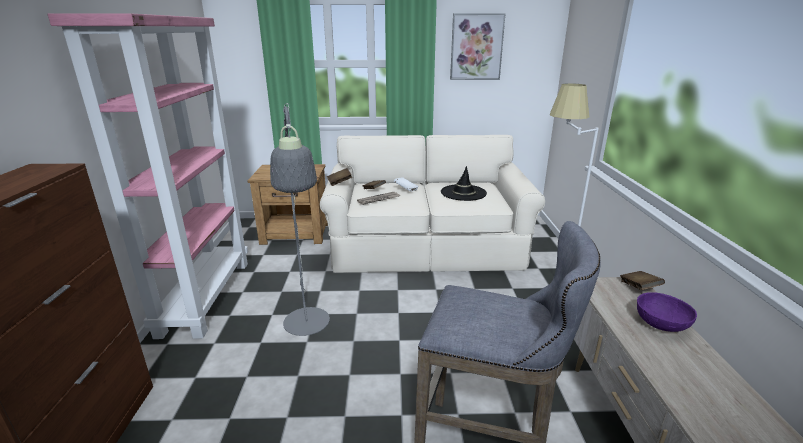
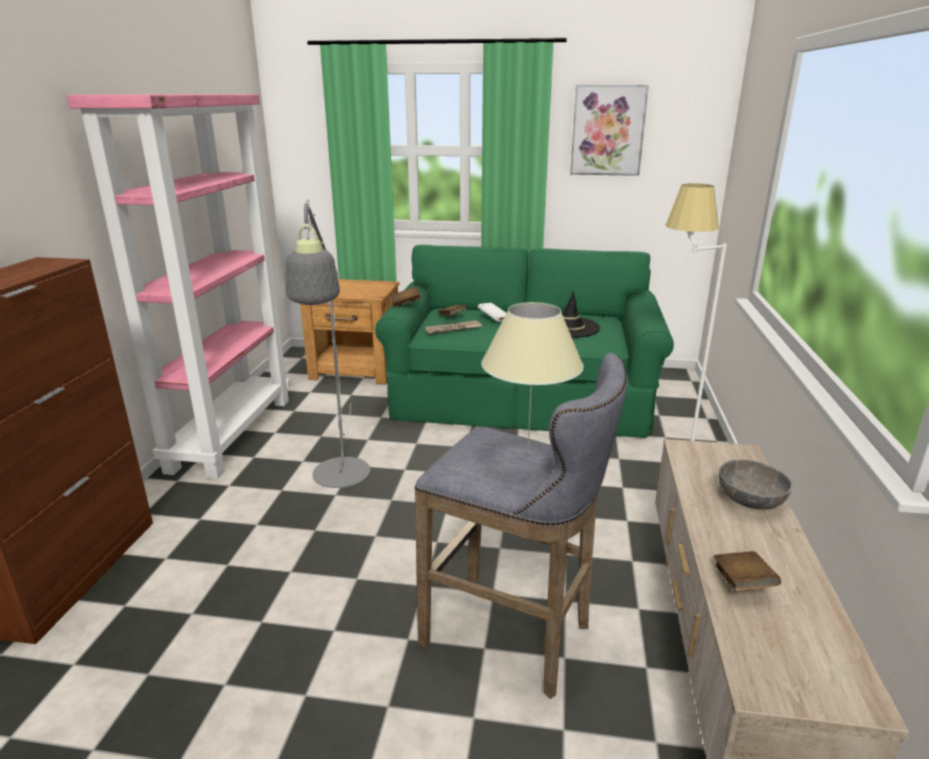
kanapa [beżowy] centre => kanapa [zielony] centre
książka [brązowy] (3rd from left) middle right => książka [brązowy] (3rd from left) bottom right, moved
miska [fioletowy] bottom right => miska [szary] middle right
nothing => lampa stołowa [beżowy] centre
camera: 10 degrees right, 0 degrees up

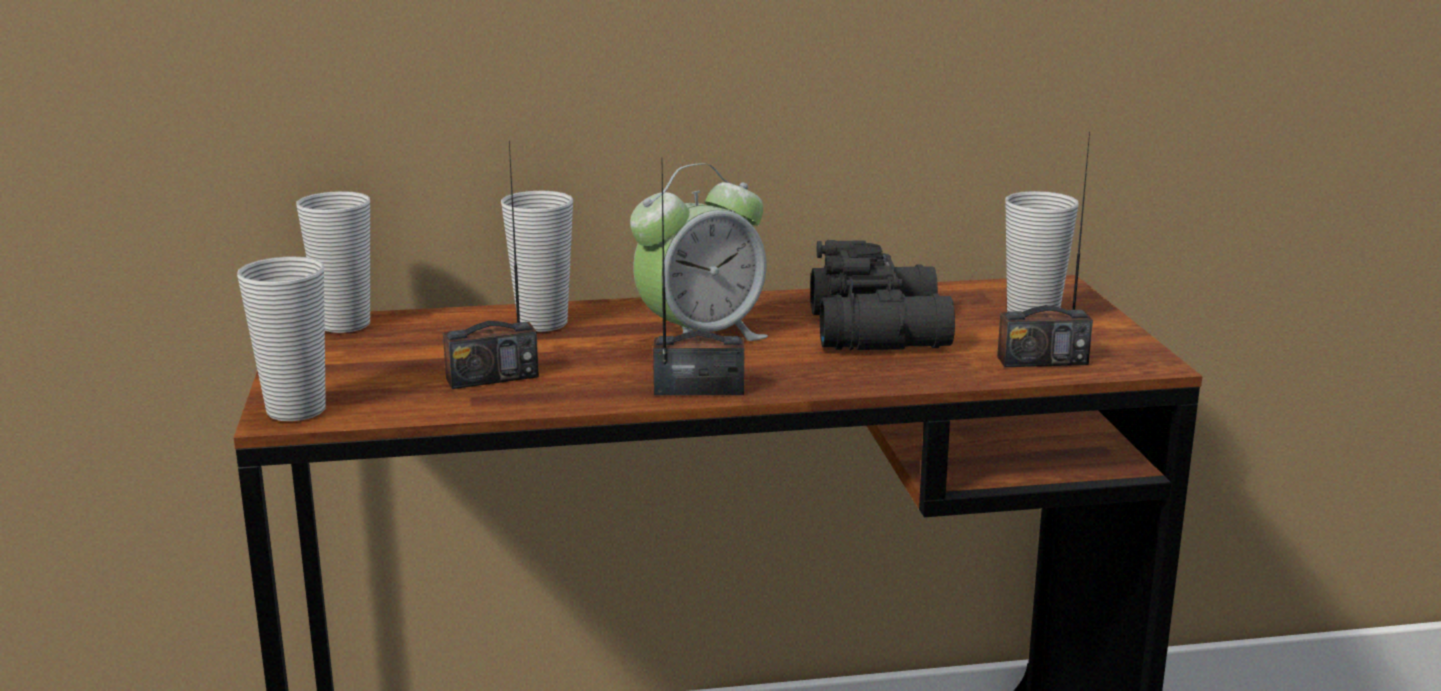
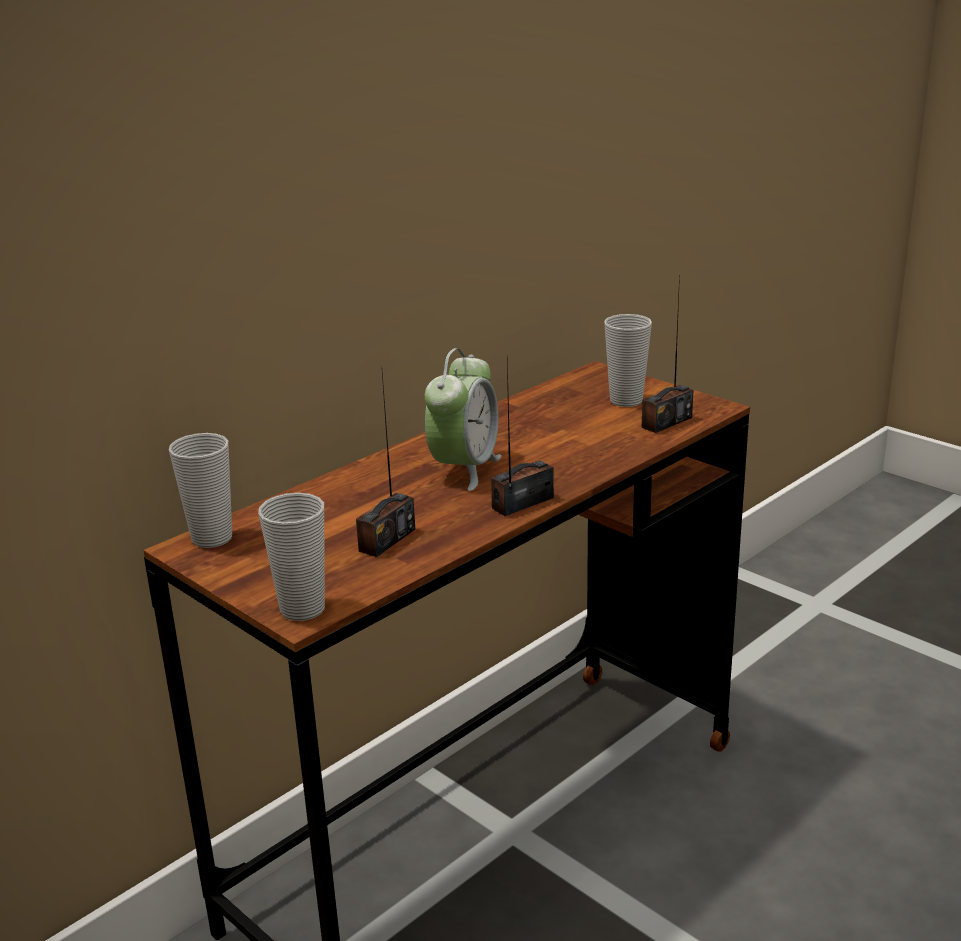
filiżanka (3rd from left) centre => nothing
lornetka [czarny] centre => nothing
camera: 35 degrees left, 5 degrees up

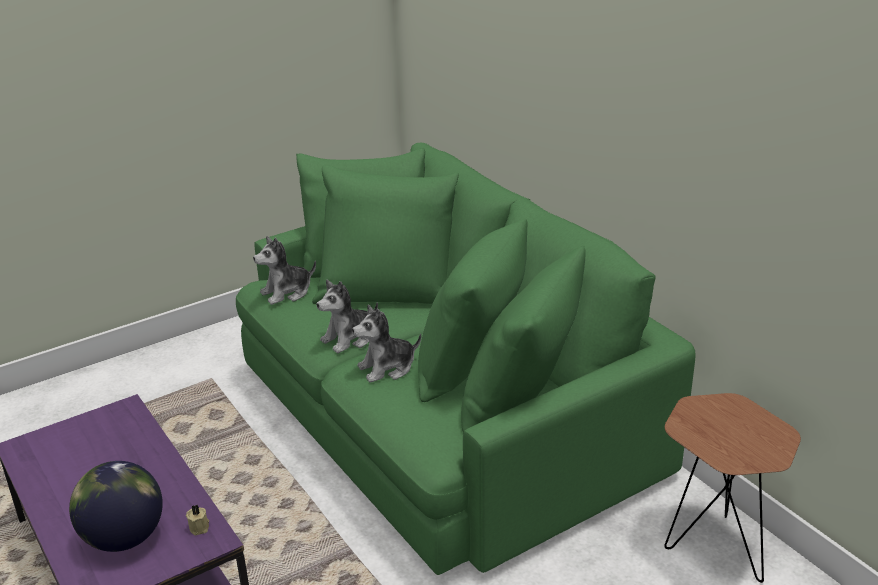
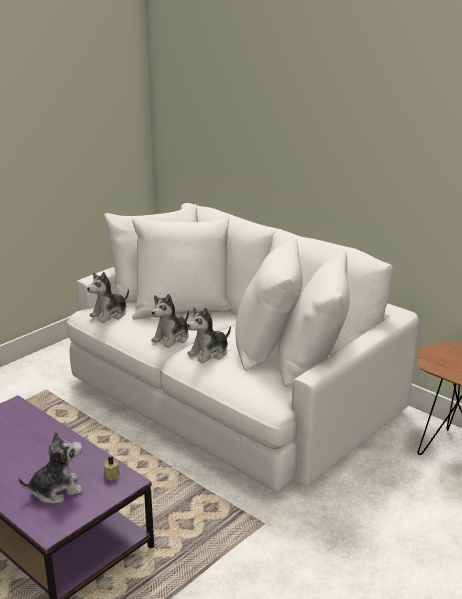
kanapa [zielony] centre => kanapa [biały] centre
globus bottom left => pluszak (1st from left) bottom left
camera: 15 degrees left, 5 degrees down

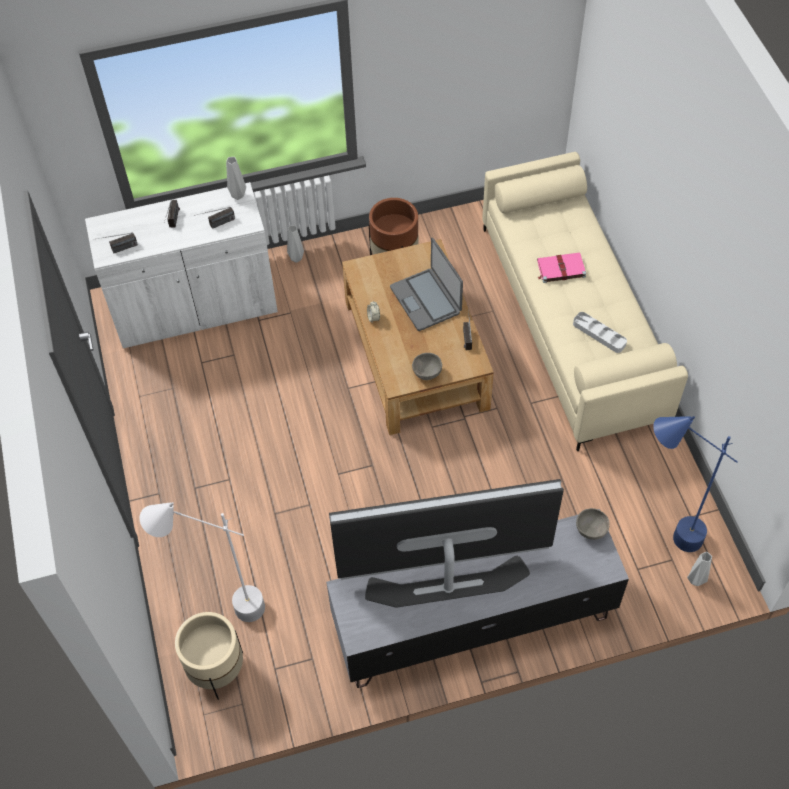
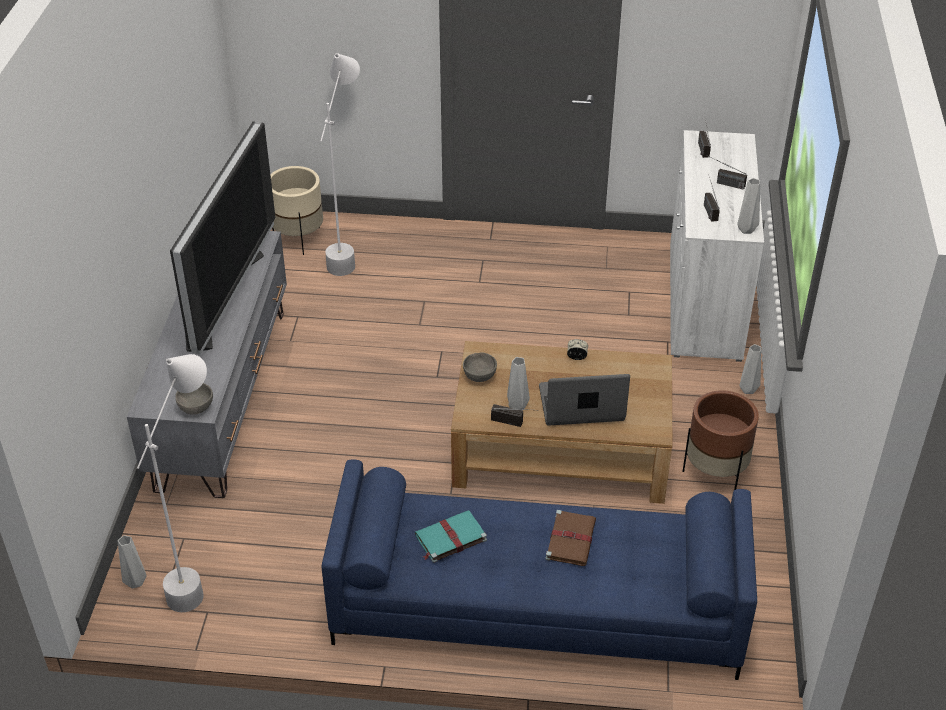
kanapa [beżowy] middle right => kanapa [niebieski] bottom centre
książka [różowy] middle right => książka [brązowy] bottom centre
taca [szary] middle right => książka [turkusowy] bottom centre
lampa stojąca [niebieski] middle right => lampa stojąca [biały] (1st from left) bottom left
nothing => wazon [szary] (2nd from left) centre
camera: 110 degrees right, 15 degrees down

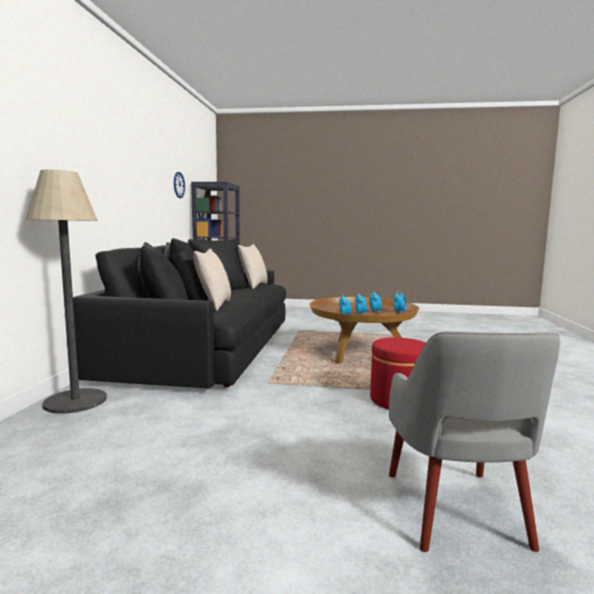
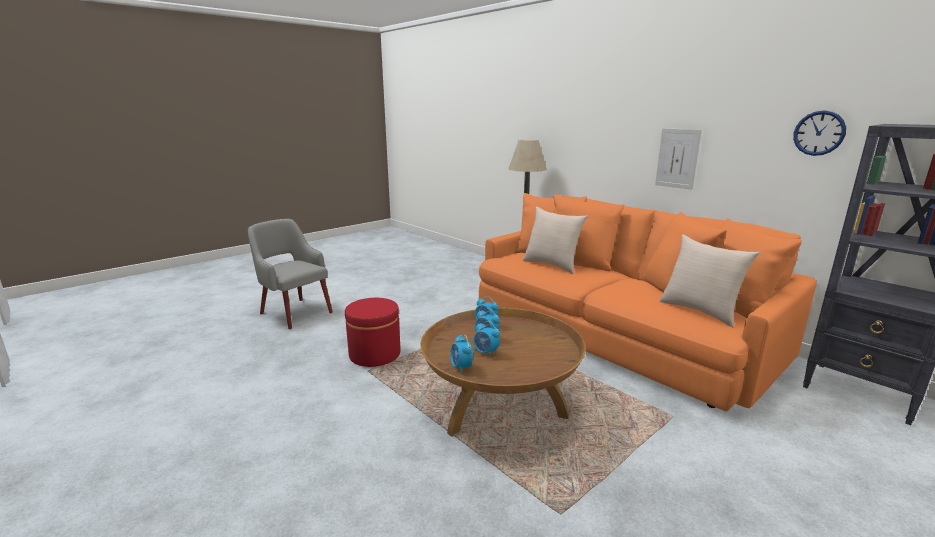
kanapa [czarny] middle left => kanapa [pomarańczowy] middle right
nothing => obraz top right
camera: 130 degrees right, 10 degrees up

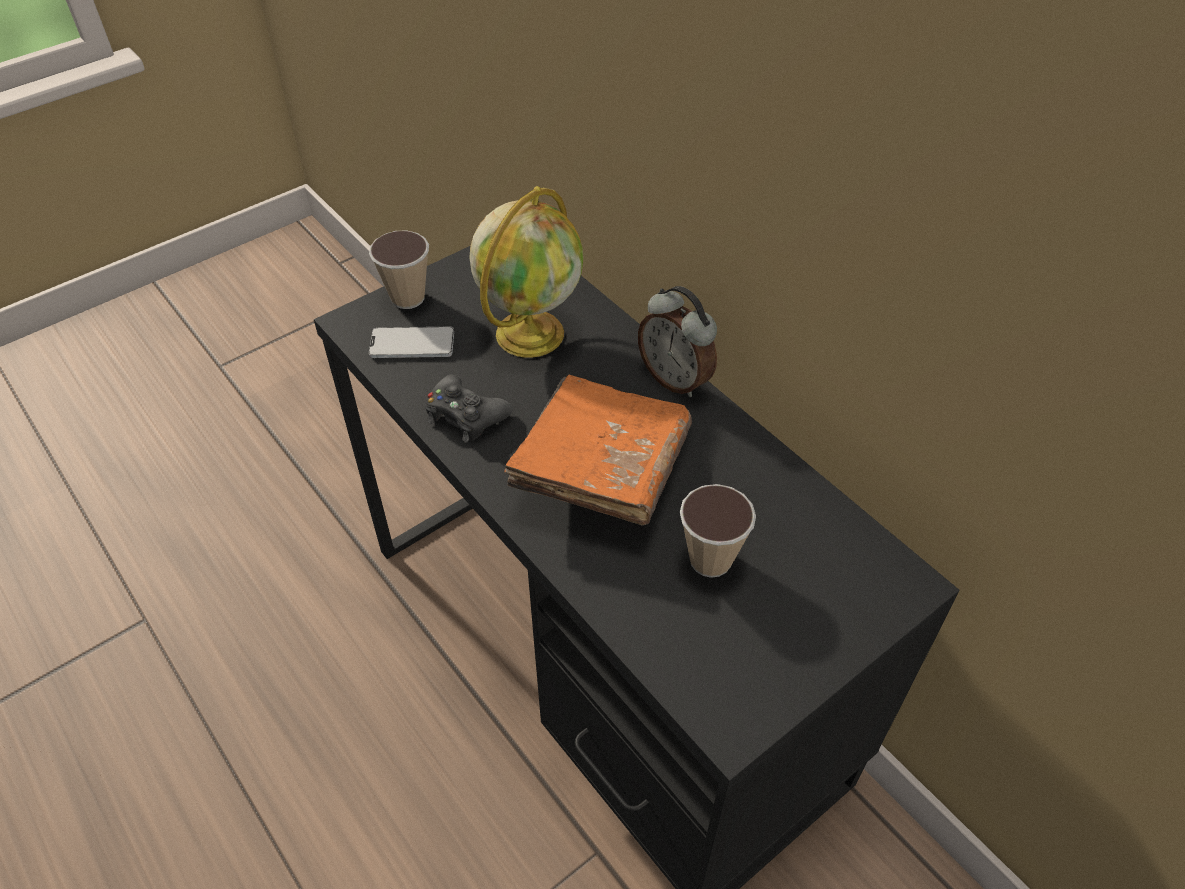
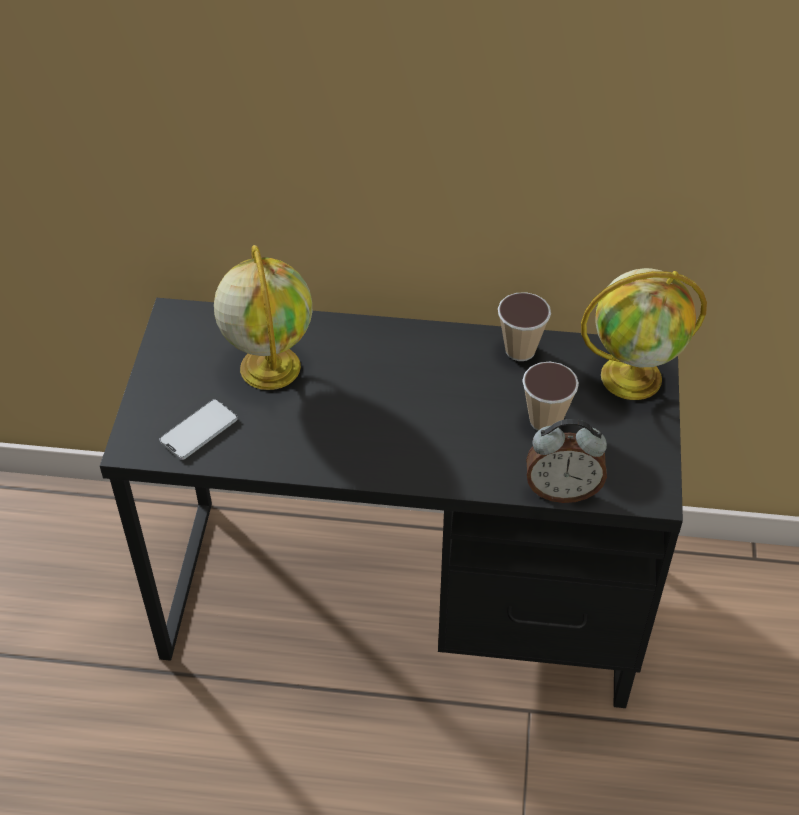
filiżanka (1st from left) top centre => filiżanka (1st from left) centre, moved
budzik centre => budzik middle right, moved
pad do gier [czarny] centre => nothing
książka [pomarańczowy] centre => nothing
nothing => globus (2nd from left) middle right
camera: 45 degrees left, 0 degrees up

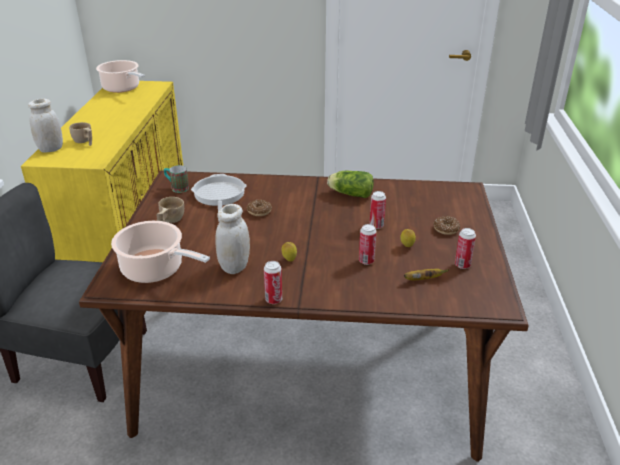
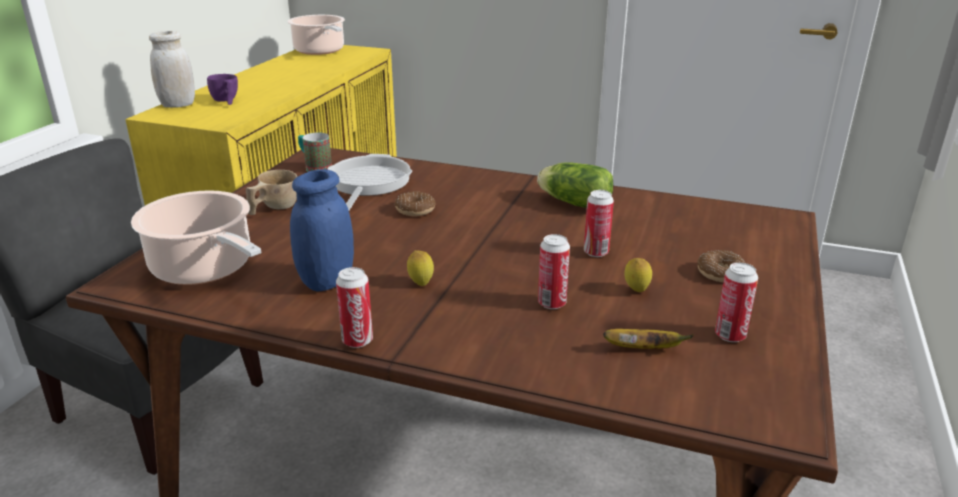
filiżanka [beżowy] (1st from left) top left => filiżanka [fioletowy] top left
słoik [biały] (2nd from left) centre => słoik [niebieski] centre
camera: 15 degrees right, 5 degrees down

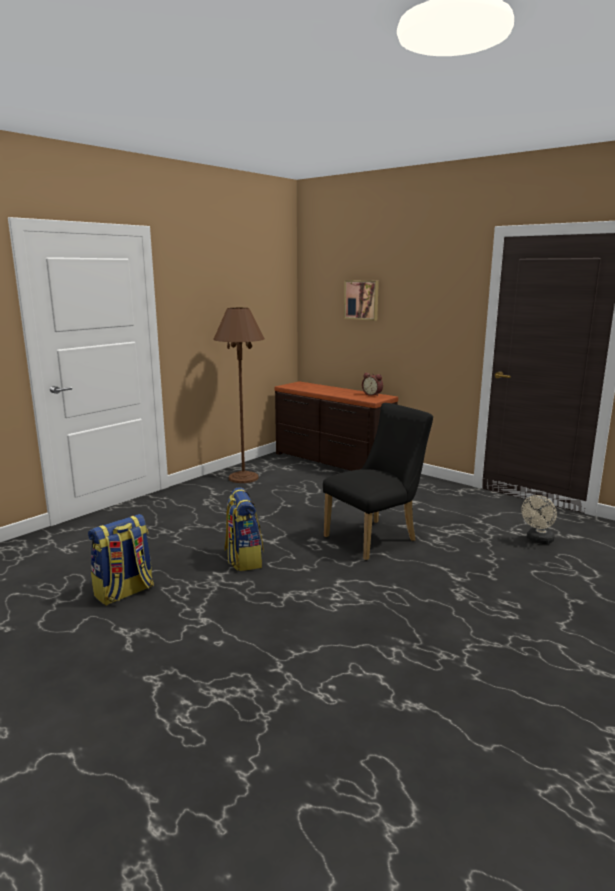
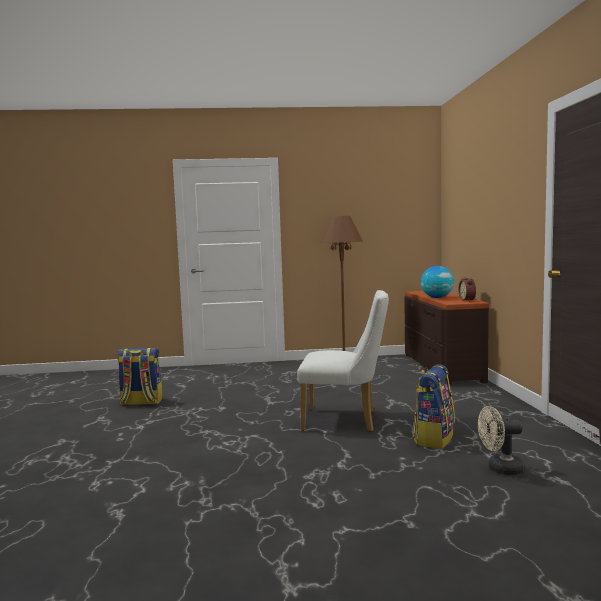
obraz centre => nothing
krzesło [czarny] centre => krzesło [biały] centre
plecak (2nd from left) centre => plecak (2nd from left) bottom right, moved
nothing => globus middle right
camera: 45 degrees right, 10 degrees down

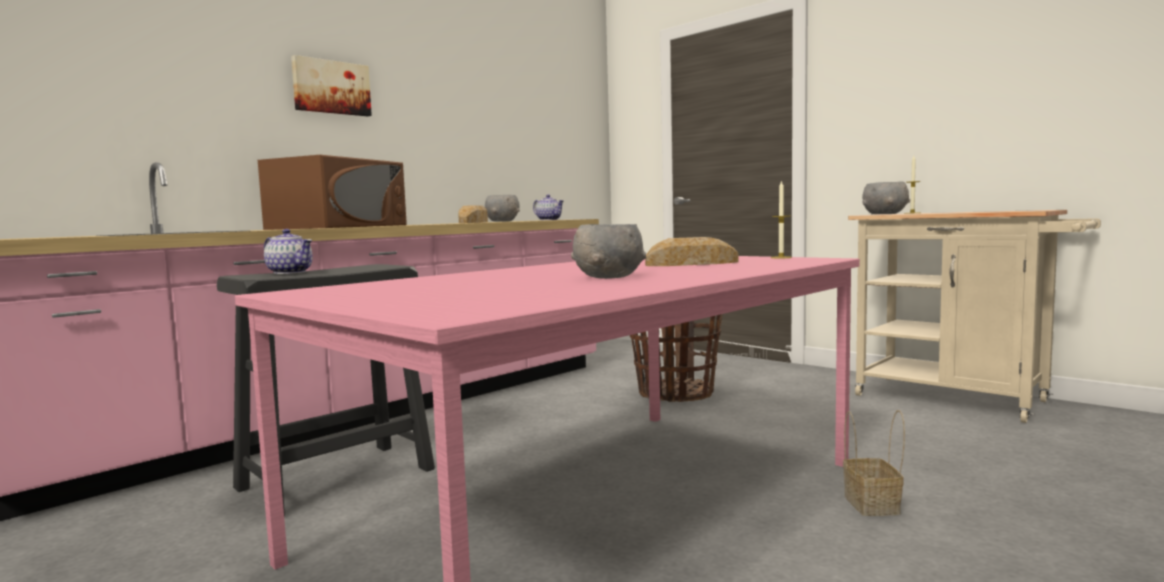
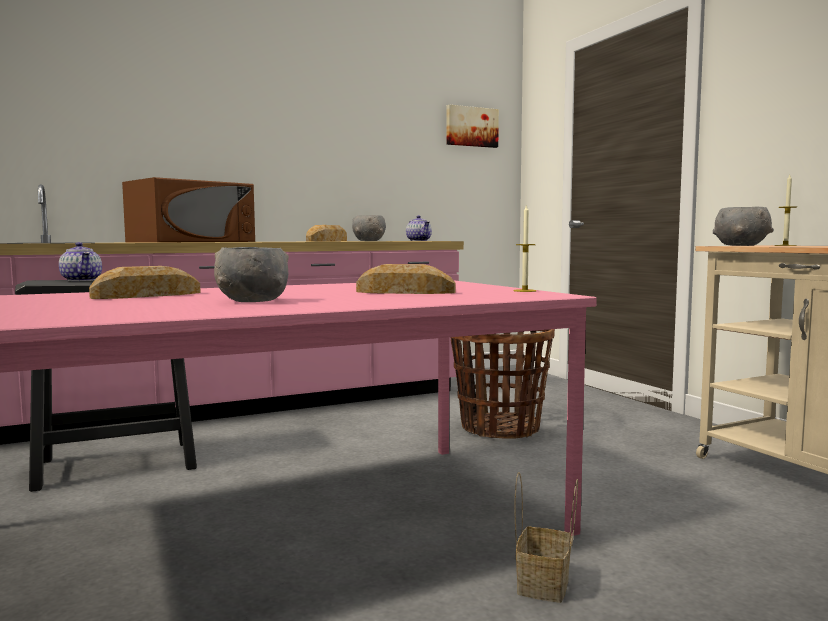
obraz top left => obraz top centre, moved
nothing => chleb (1st from left) middle left
camera: 20 degrees right, 0 degrees up

